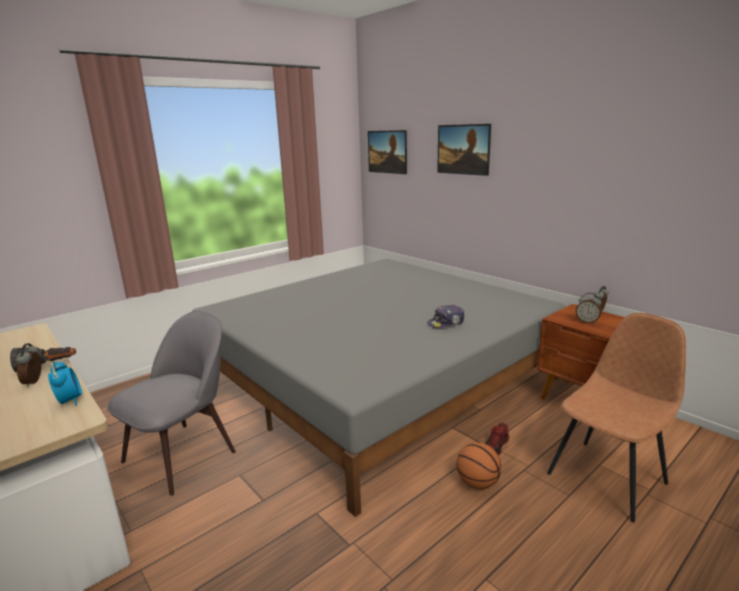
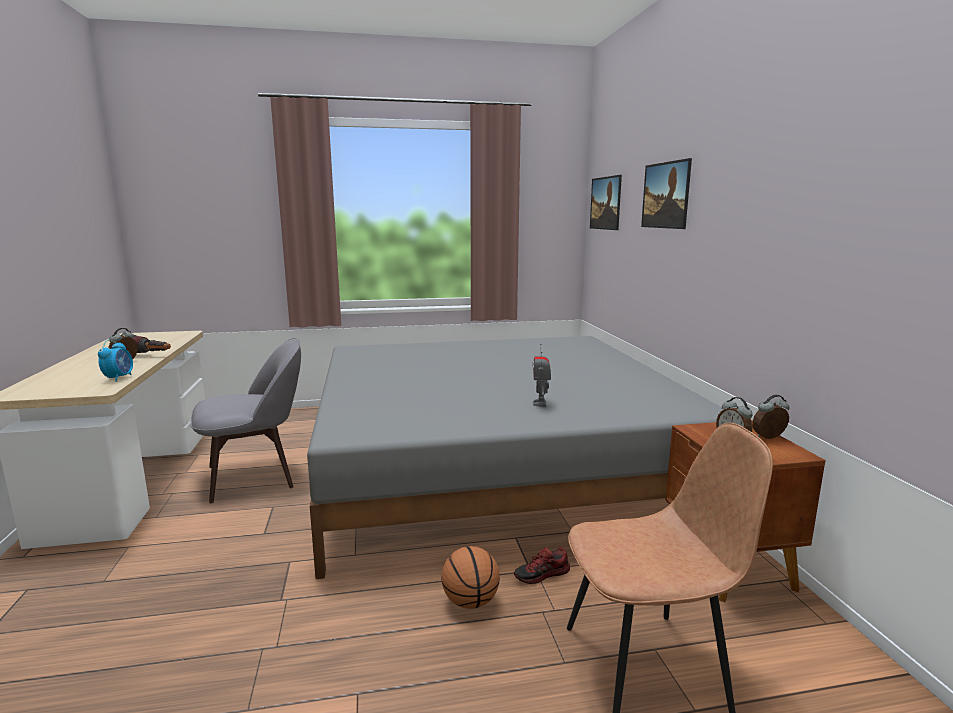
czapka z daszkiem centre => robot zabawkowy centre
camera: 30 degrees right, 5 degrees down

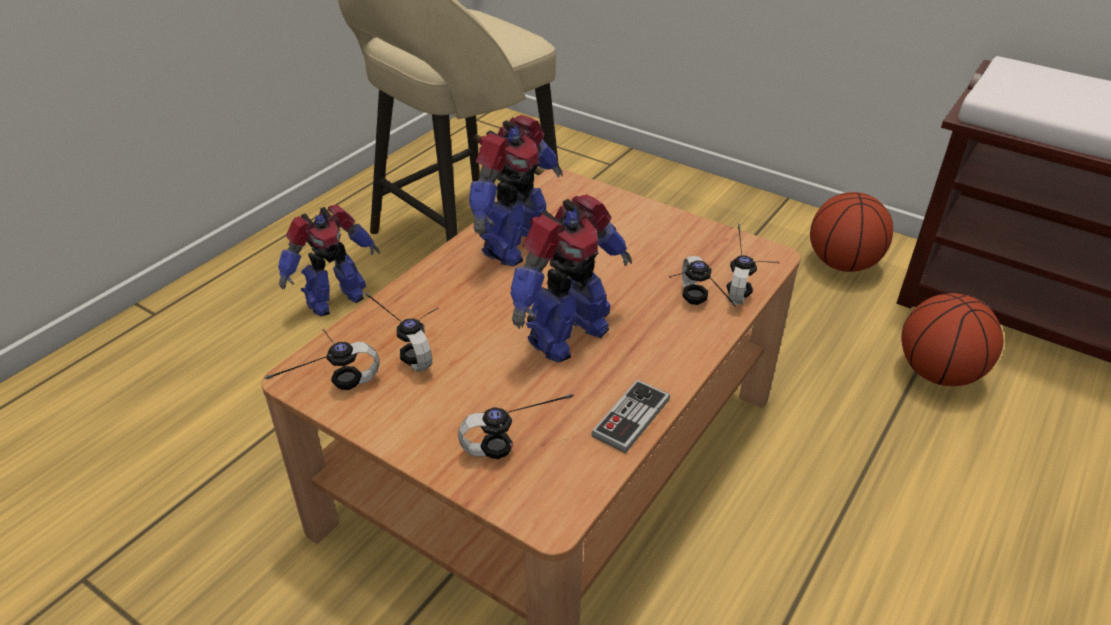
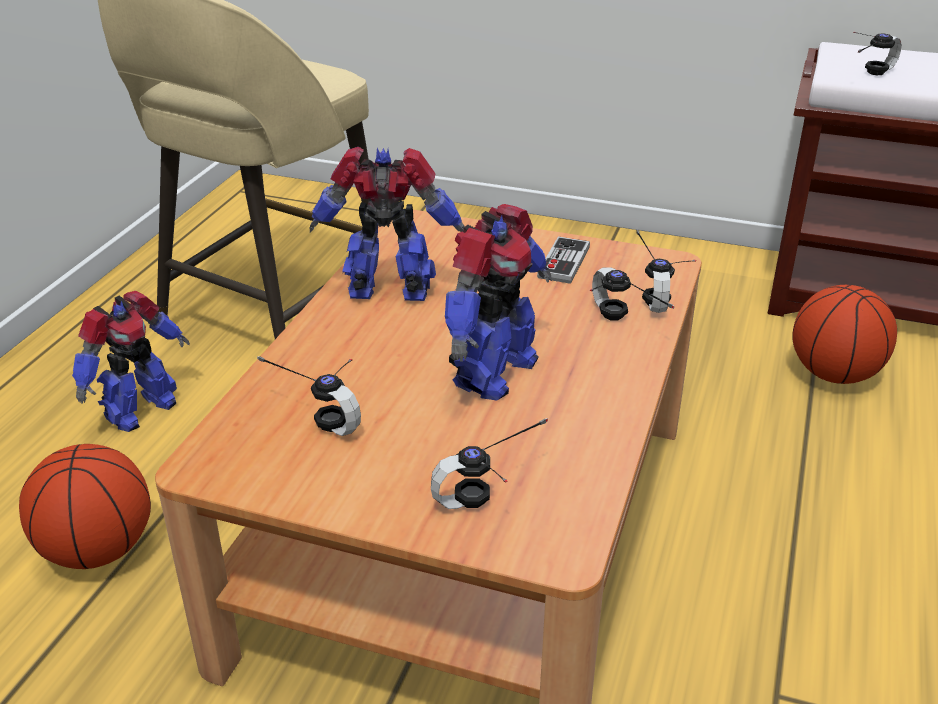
robot zabawkowy (2nd from left) top centre, 105 degrees counterclockwise
piłka do koszykówki (1st from left) middle right => piłka do koszykówki (1st from left) bottom left, moved
słuchawki (1st from left in the first image) middle left => słuchawki (5th from left) top right, moved
pad do gier bottom centre => pad do gier centre, moved
camera: 15 degrees left, 5 degrees down

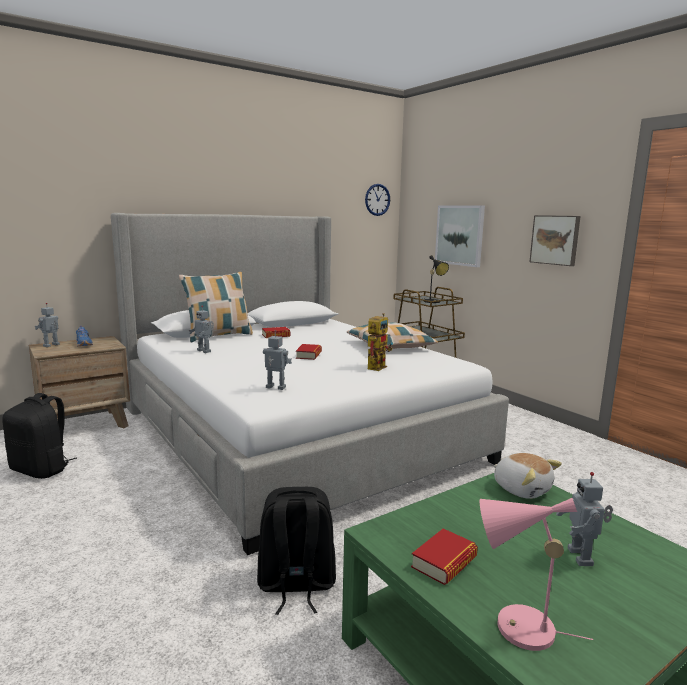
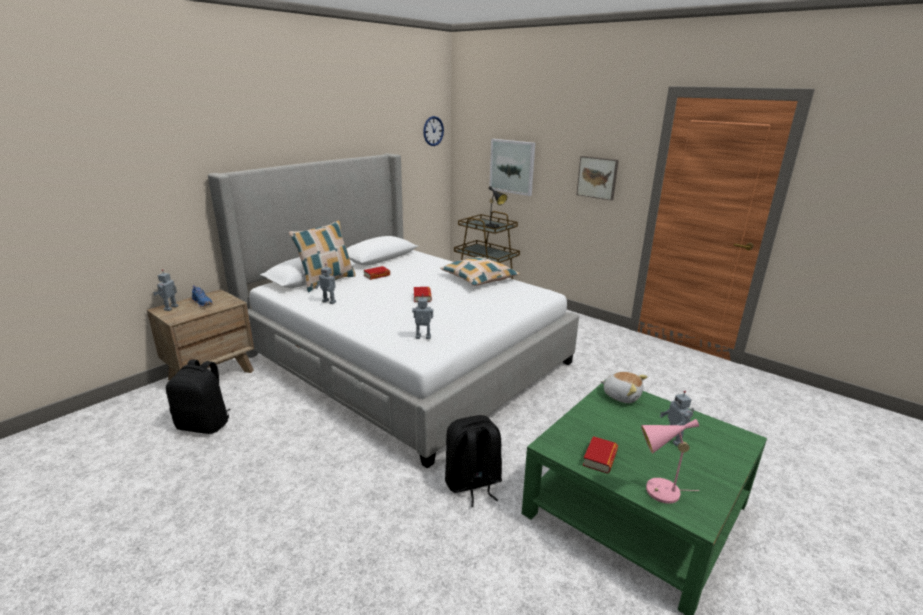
robot zabawkowy (4th from left) centre => nothing
camera: 15 degrees left, 10 degrees up

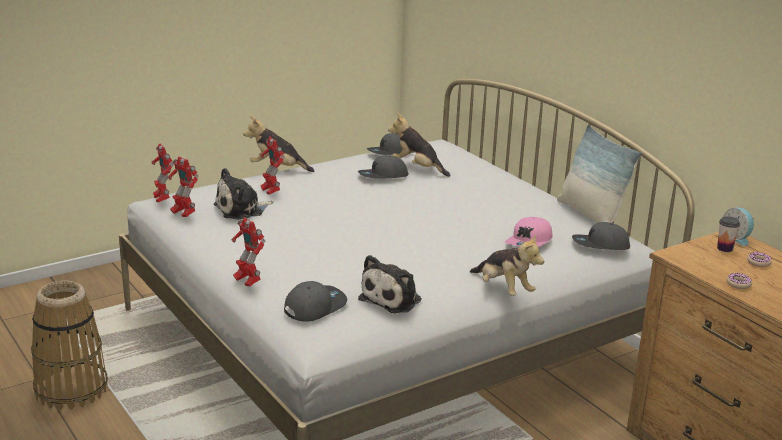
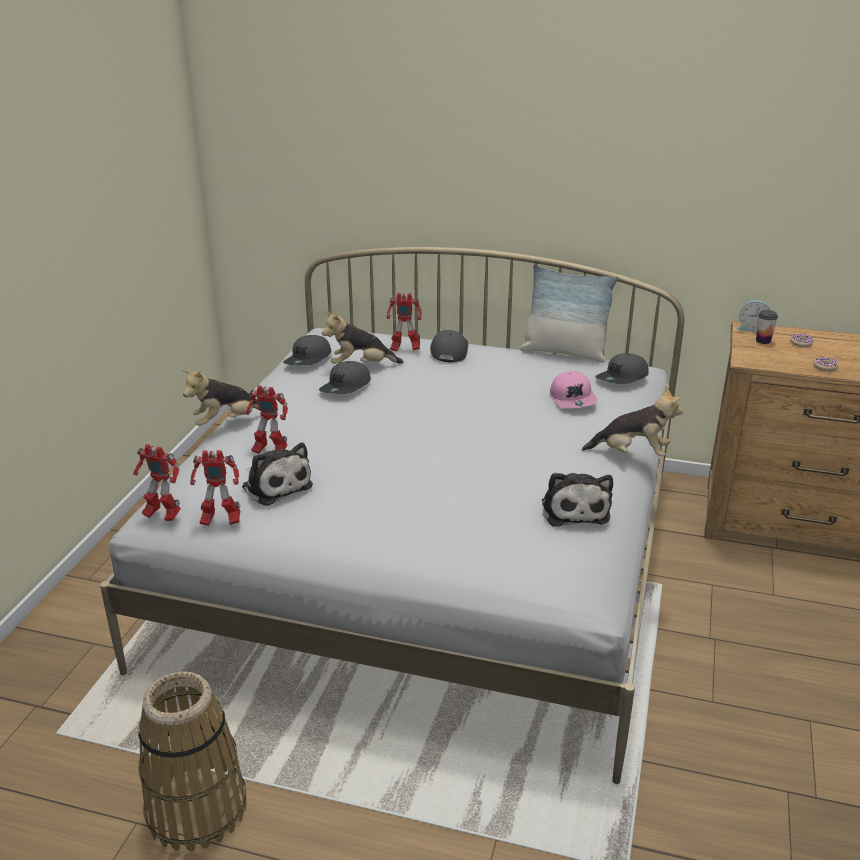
pluszak (1st from left in the first image) middle left => pluszak (2nd from left) middle left, 60 degrees counterclockwise
robot zabawkowy (3rd from left in the first image) middle left => robot zabawkowy (4th from left) centre, moved
czapka z daszkiem [szary] (1st from left in the first image) bottom centre => czapka z daszkiem [szary] (3rd from left) centre, moved
camera: 40 degrees left, 5 degrees up

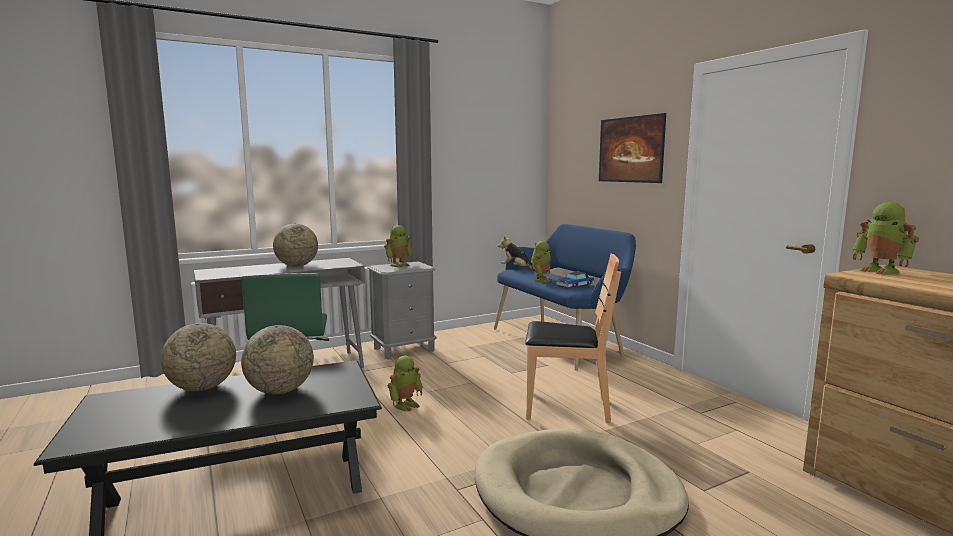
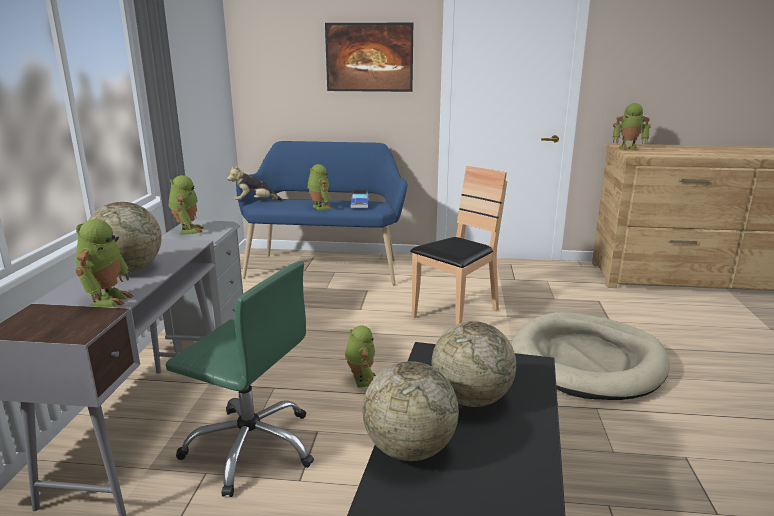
nothing => robot zabawkowy (1st from left) middle left
camera: 55 degrees left, 10 degrees up

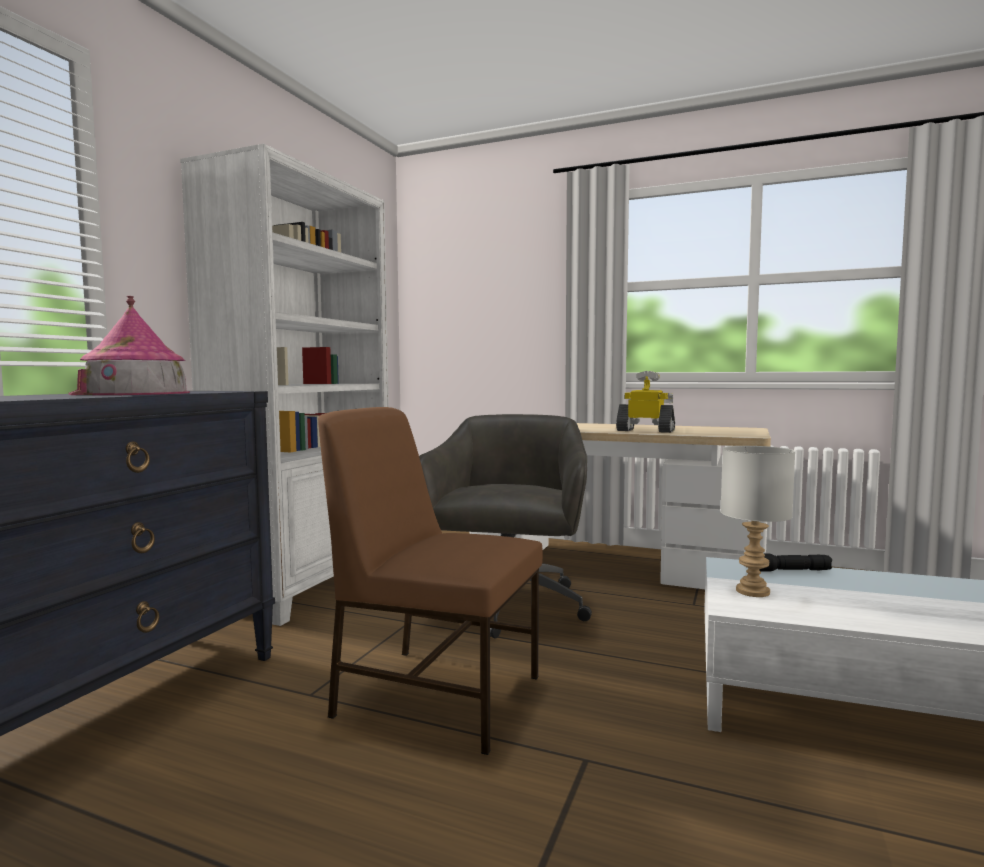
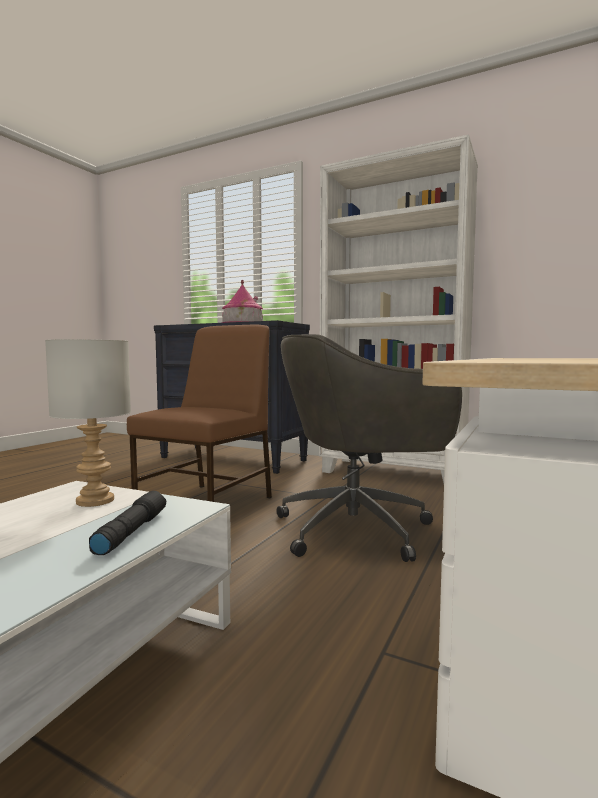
robot zabawkowy centre => nothing
krzesło biurowe [szary] centre, 150 degrees clockwise
camera: 95 degrees right, 0 degrees up

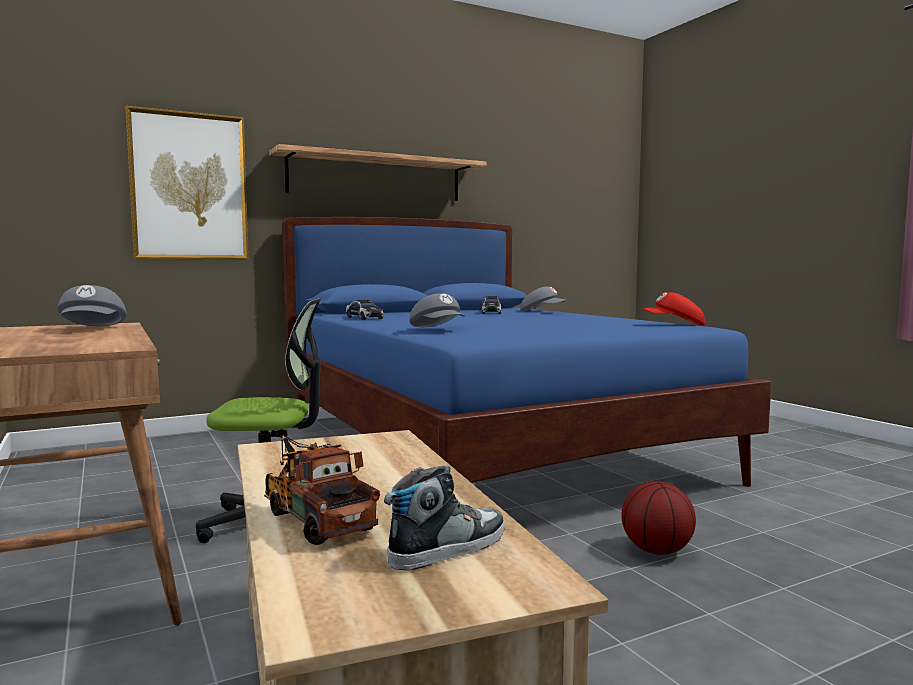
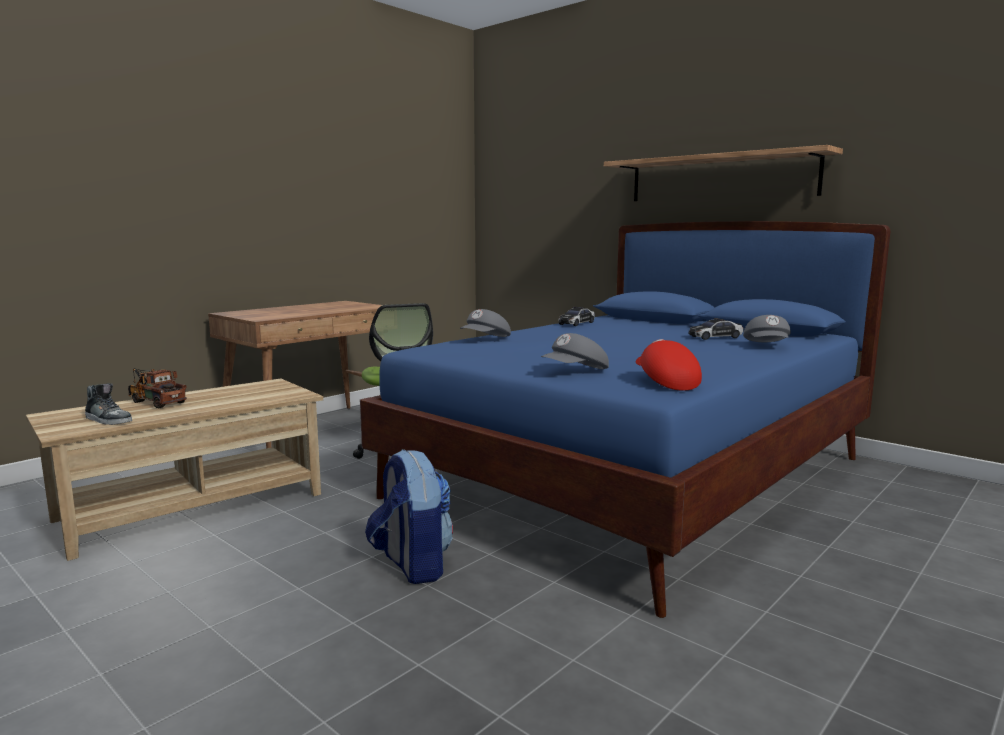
obraz top left => nothing
czapka z daszkiem [szary] (1st from left in the first image) middle left => czapka z daszkiem [szary] (2nd from left) centre, moved
ciężarówka zabawkowa bottom centre => ciężarówka zabawkowa middle left, 90 degrees counterclockwise
piłka do koszykówki bottom right => plecak bottom centre
camera: 70 degrees right, 5 degrees up

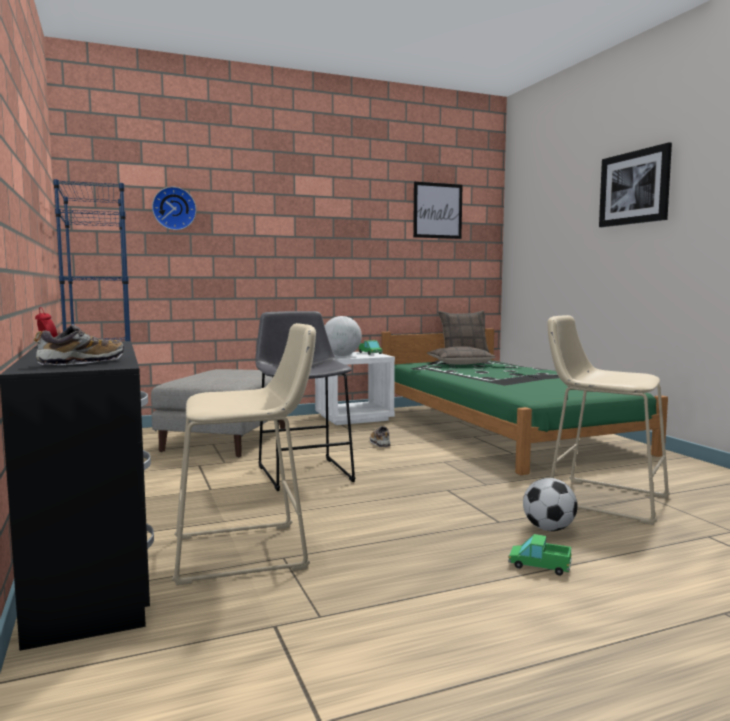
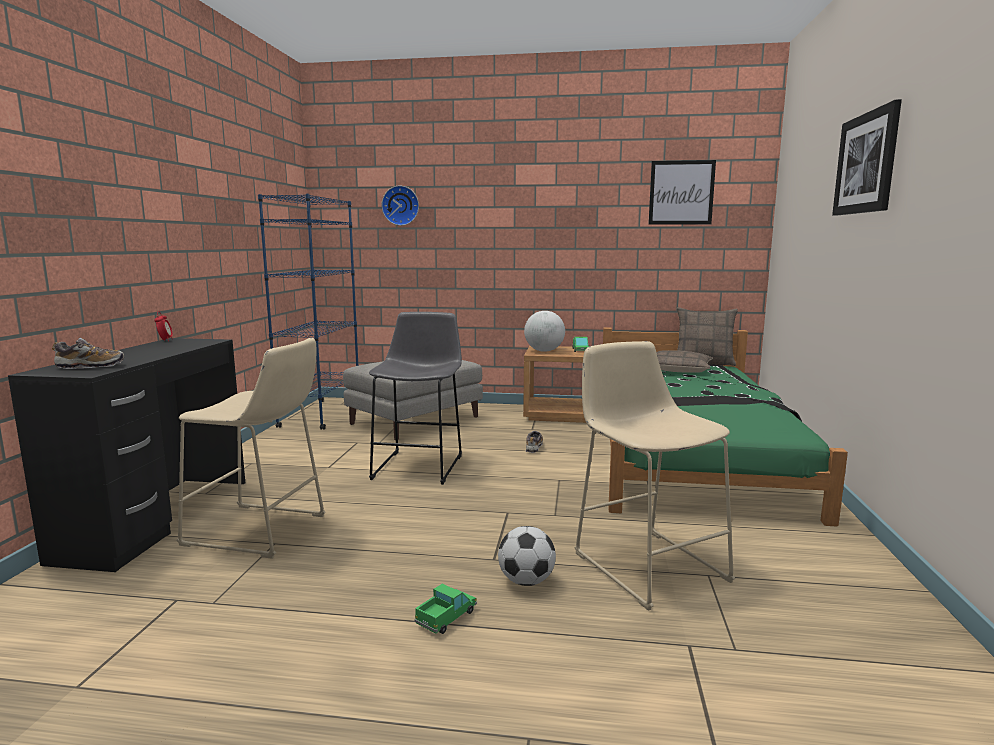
szafka nocna [biały] centre => szafka nocna [brązowy] centre
ciężarówka zabawkowa (2nd from left in the first image) bottom right => ciężarówka zabawkowa (1st from left) bottom centre, 75 degrees clockwise
camera: 30 degrees right, 5 degrees up

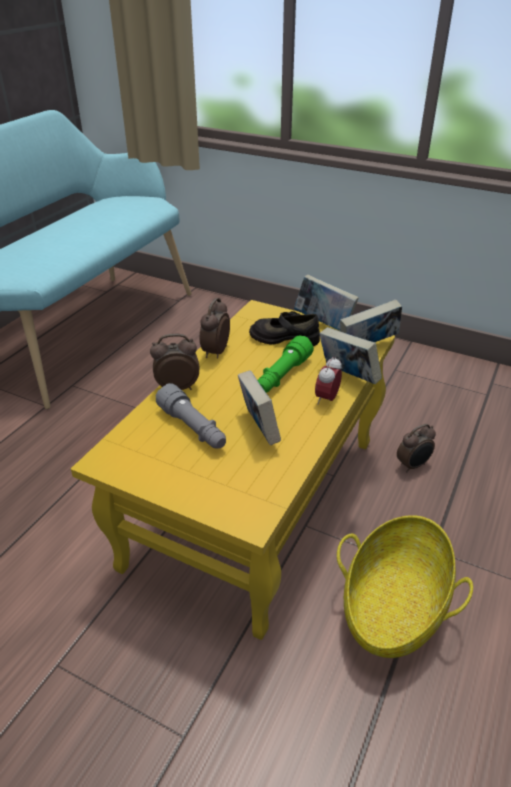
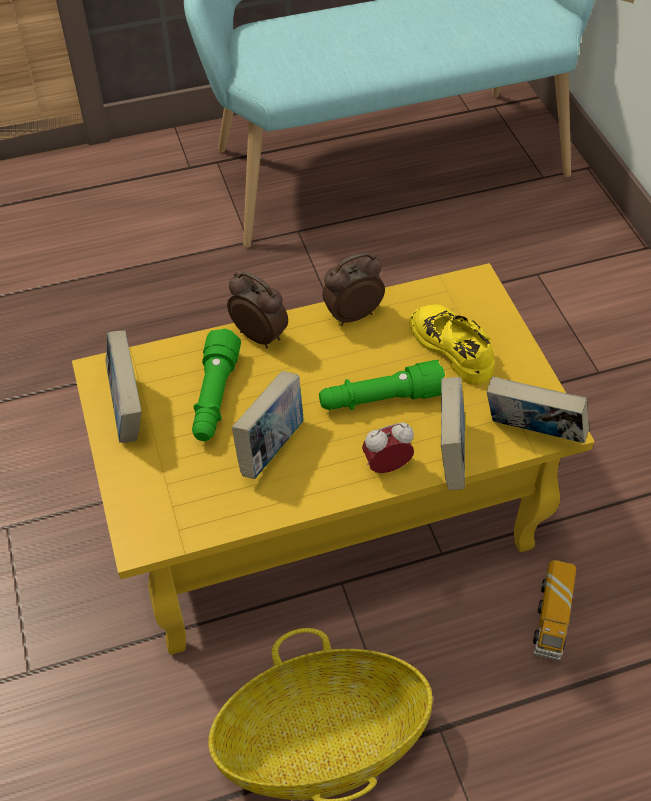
książka (2nd from left in the first image) centre => książka (1st from left) middle left, moved
but [czarny] centre => but [żółty] middle right
latarka [szary] centre => latarka [zielony] (1st from left) middle left
budzik (4th from left) middle right => ciężarówka zabawkowa bottom right
camera: 45 degrees right, 15 degrees up

